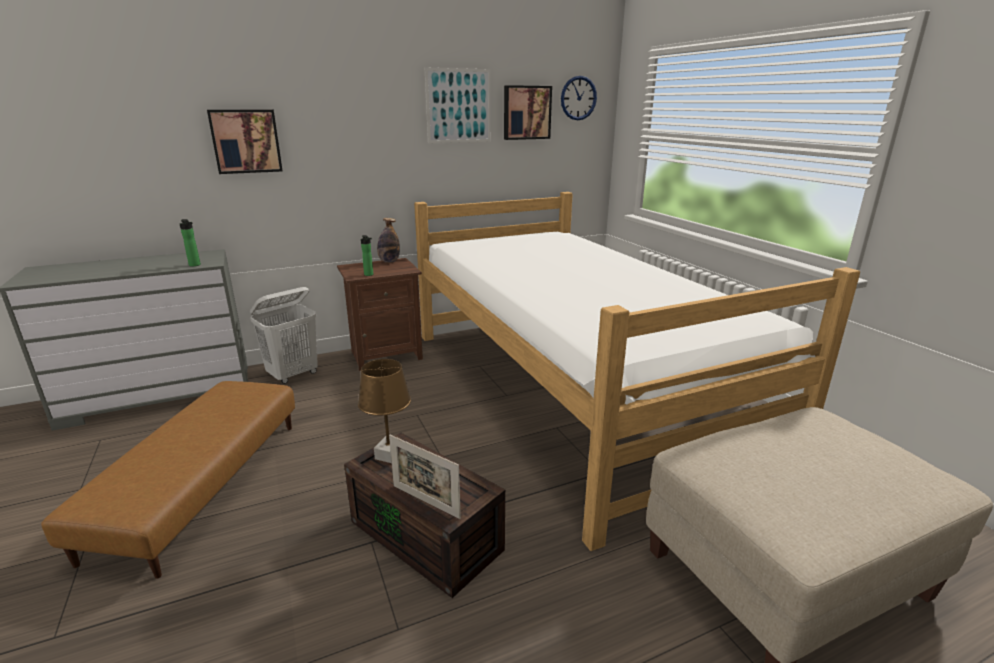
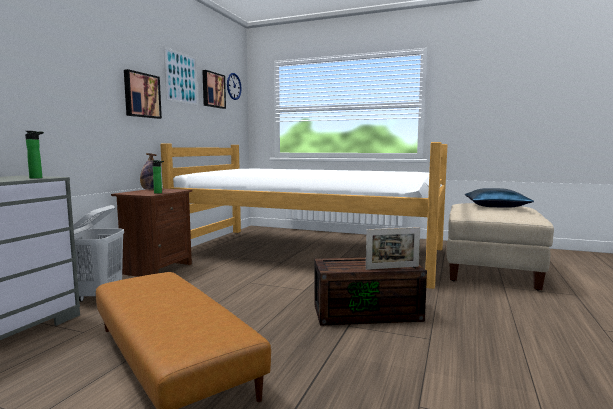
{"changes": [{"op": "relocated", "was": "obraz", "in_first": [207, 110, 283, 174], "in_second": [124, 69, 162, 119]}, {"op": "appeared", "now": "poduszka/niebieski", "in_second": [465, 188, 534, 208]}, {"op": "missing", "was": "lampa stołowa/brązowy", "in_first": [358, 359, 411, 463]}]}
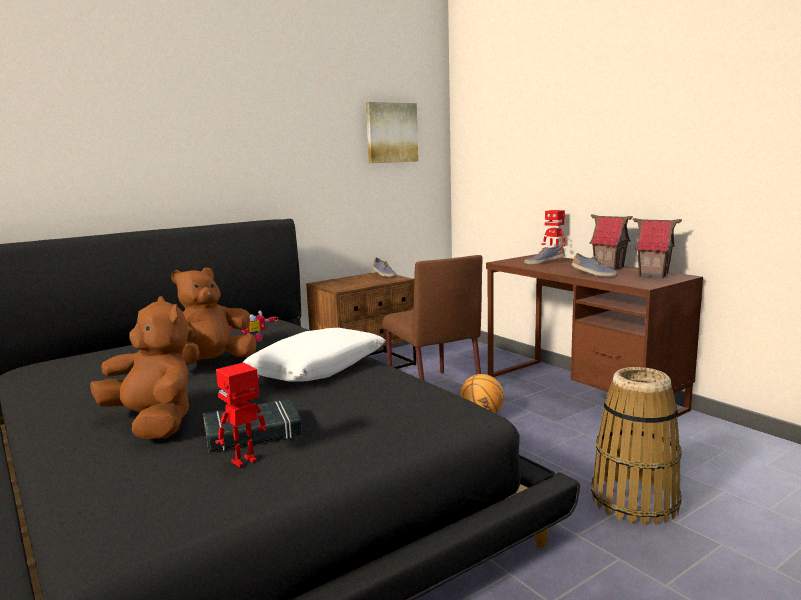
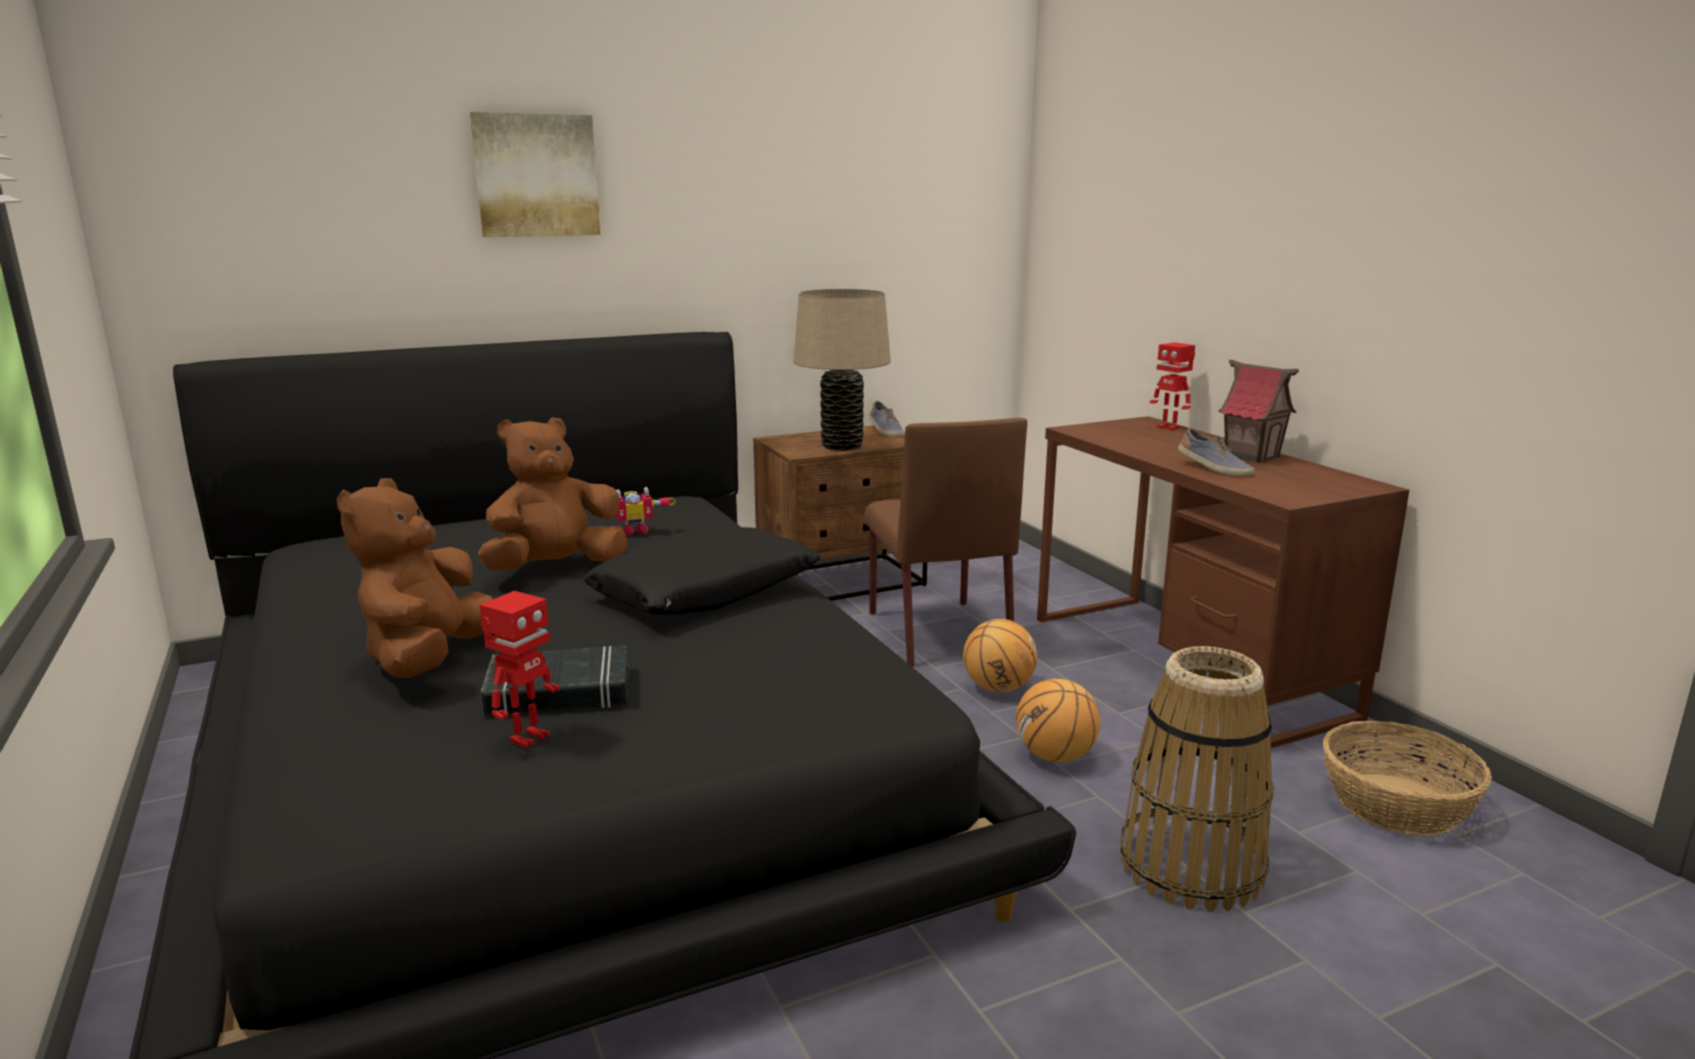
{"changes": [{"op": "spun", "was": "pluszak/brązowy", "in_first": [90, 296, 189, 440], "in_second": [337, 478, 493, 678], "clockwise": -135}, {"op": "relocated", "was": "obraz", "in_first": [366, 102, 418, 163], "in_second": [470, 112, 600, 237]}, {"op": "spun", "was": "robot zabawkowy", "in_first": [215, 362, 266, 467], "in_second": [480, 591, 560, 748], "clockwise": 150}, {"op": "colour", "was": "poduszka/biały", "now": "poduszka/czarny", "in_first": [242, 328, 386, 382], "in_second": [583, 527, 821, 615]}, {"op": "appeared", "now": "lampa stołowa/beżowy", "in_second": [793, 289, 891, 451]}, {"op": "appeared", "now": "piłka do koszykówki", "in_second": [1016, 679, 1100, 763]}, {"op": "appeared", "now": "koszyk", "in_second": [1323, 721, 1492, 836]}, {"op": "missing", "was": "but", "in_first": [524, 244, 565, 264]}, {"op": "missing", "was": "domek", "in_first": [633, 218, 682, 278]}]}
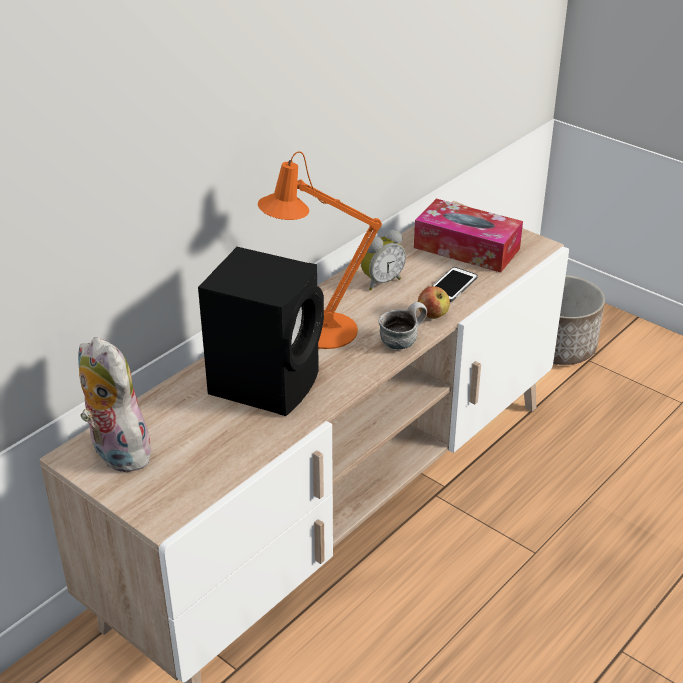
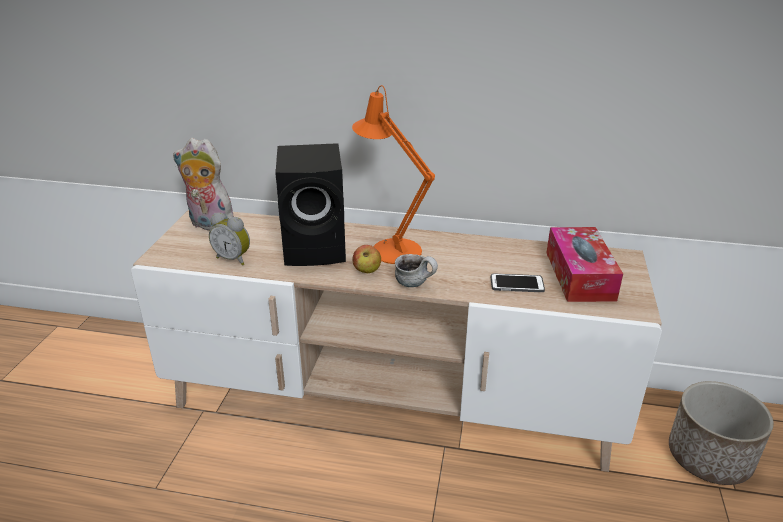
{"changes": [{"op": "spun", "was": "pluszak", "in_first": [78, 337, 155, 472], "in_second": [173, 138, 234, 231], "clockwise": -90}, {"op": "relocated", "was": "budzik", "in_first": [361, 230, 406, 290], "in_second": [209, 213, 250, 266]}, {"op": "relocated", "was": "jabłko", "in_first": [418, 286, 450, 319], "in_second": [352, 245, 381, 273]}]}
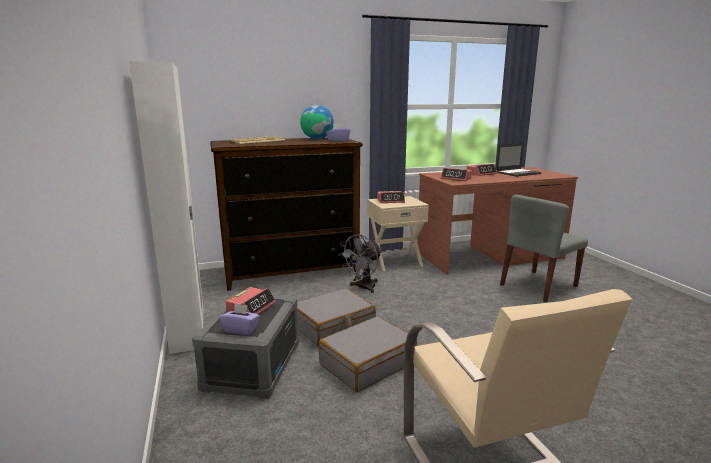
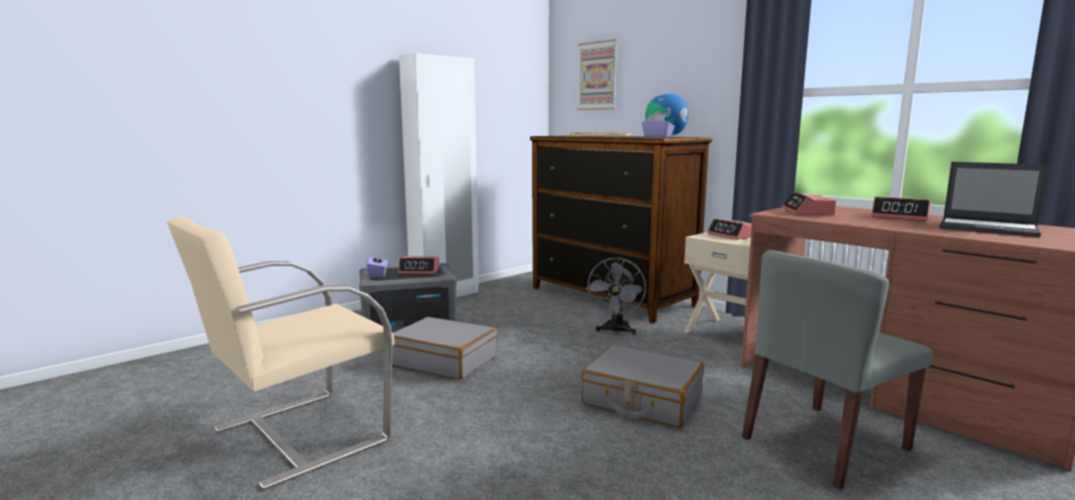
{"changes": [{"op": "appeared", "now": "obraz", "in_second": [577, 39, 618, 110]}, {"op": "relocated", "was": "walizka/szary", "in_first": [297, 288, 376, 347], "in_second": [581, 345, 704, 428]}, {"op": "spun", "was": "wentylator/szary", "in_first": [339, 234, 382, 293], "in_second": [586, 257, 646, 335], "clockwise": -90}, {"op": "spun", "was": "krzesło/szary", "in_first": [500, 194, 588, 302], "in_second": [742, 250, 933, 490], "clockwise": -60}]}
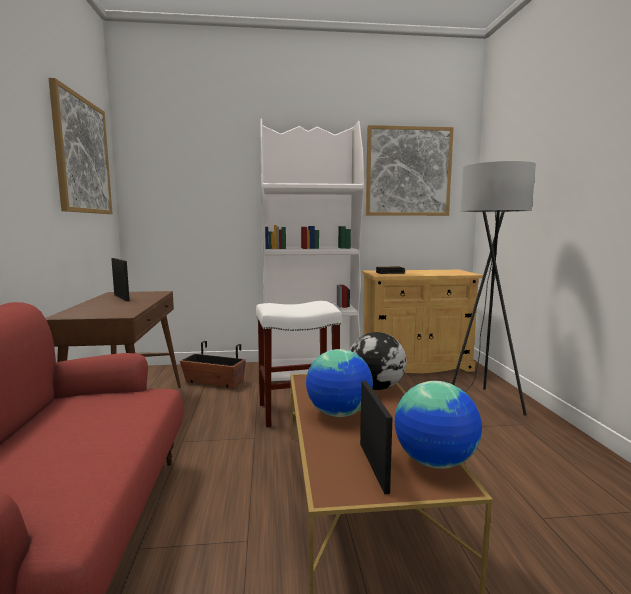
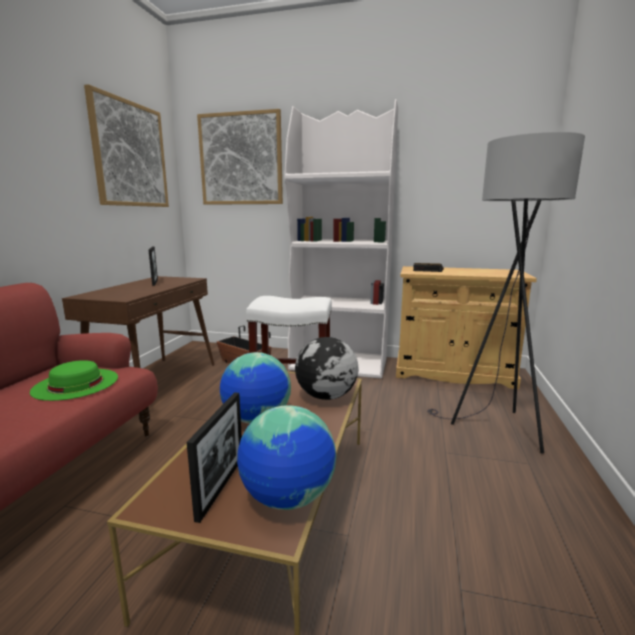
{"changes": [{"op": "appeared", "now": "kapelusz/zielony", "in_second": [30, 360, 118, 401]}, {"op": "relocated", "was": "obraz", "in_first": [366, 125, 454, 216], "in_second": [197, 109, 283, 205]}]}
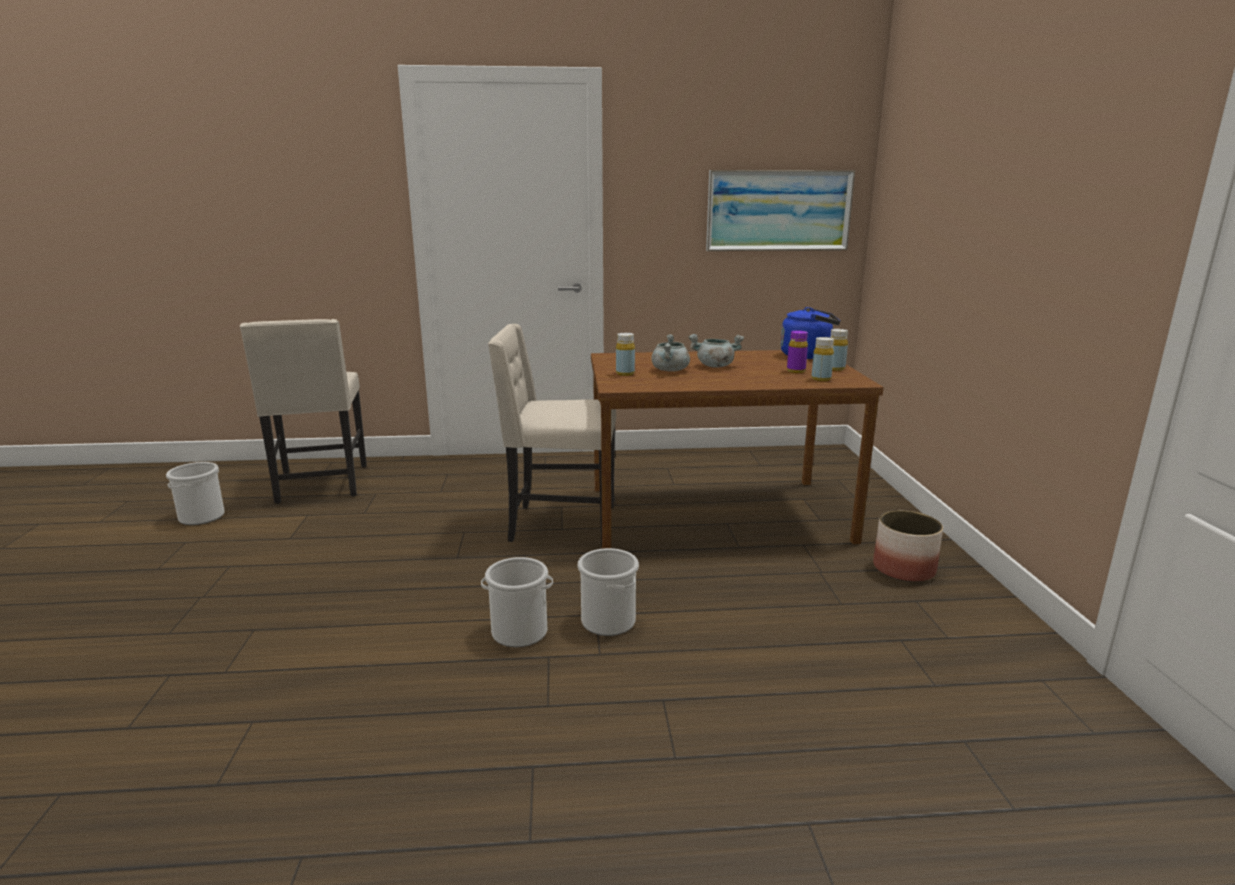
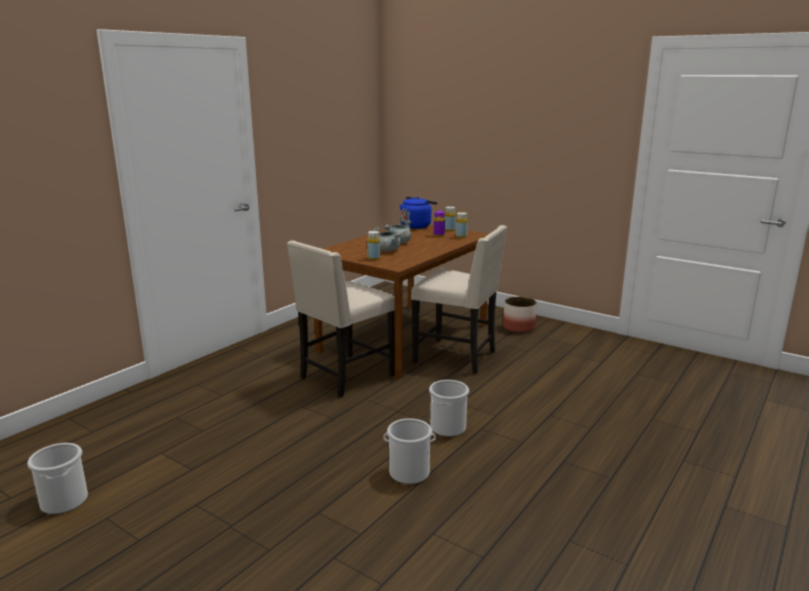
{"changes": [{"op": "relocated", "was": "wiadro", "in_first": [578, 548, 639, 636], "in_second": [384, 418, 436, 484]}, {"op": "relocated", "was": "krzesło/beżowy", "in_first": [239, 319, 367, 504], "in_second": [411, 225, 507, 374]}, {"op": "missing", "was": "obraz", "in_first": [706, 170, 855, 251]}]}
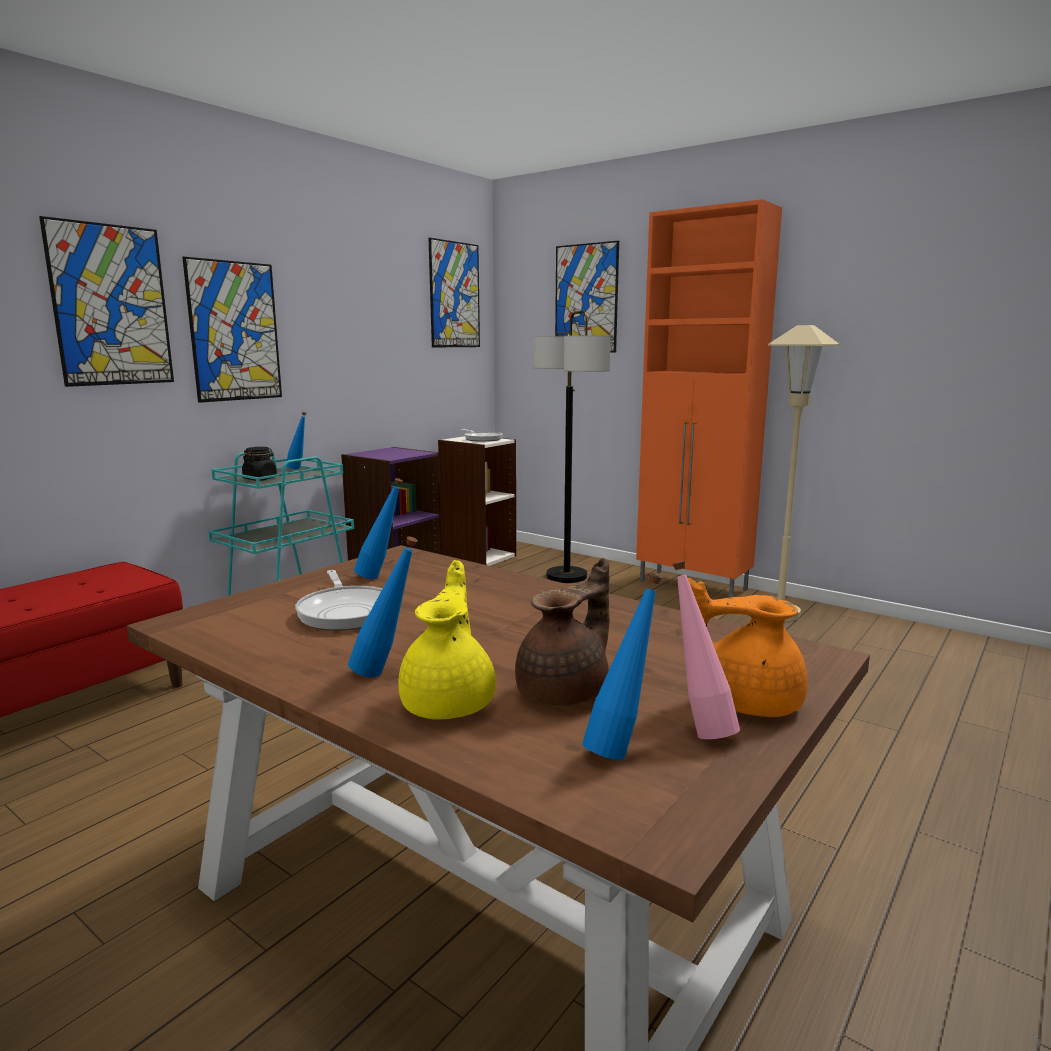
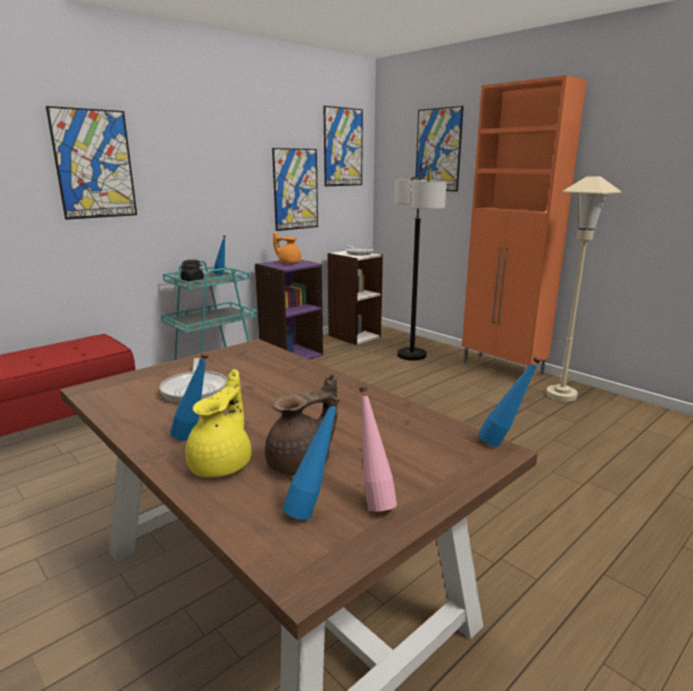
{"changes": [{"op": "relocated", "was": "obraz", "in_first": [182, 257, 282, 403], "in_second": [272, 148, 318, 231]}, {"op": "relocated", "was": "imbryk/pomarańczowy", "in_first": [688, 578, 808, 717], "in_second": [273, 232, 301, 264]}, {"op": "relocated", "was": "butelka/niebieski", "in_first": [354, 478, 402, 579], "in_second": [478, 356, 541, 447]}]}
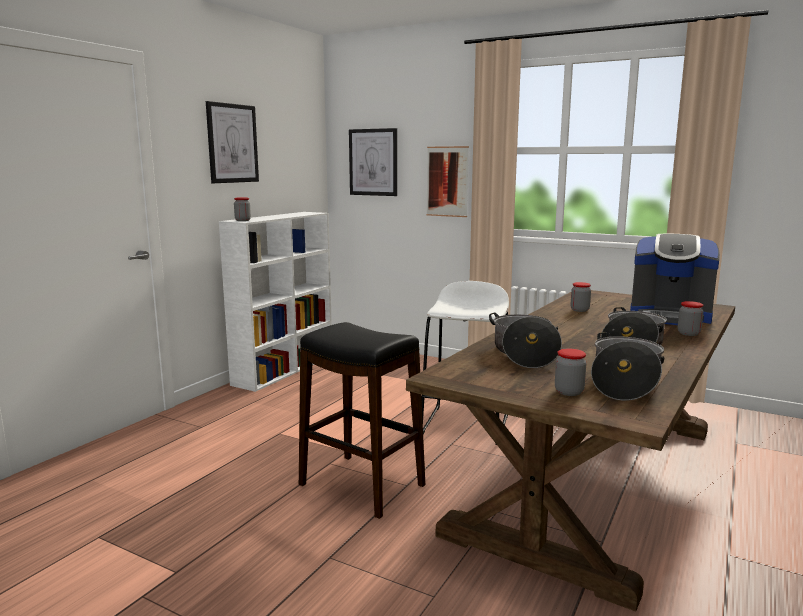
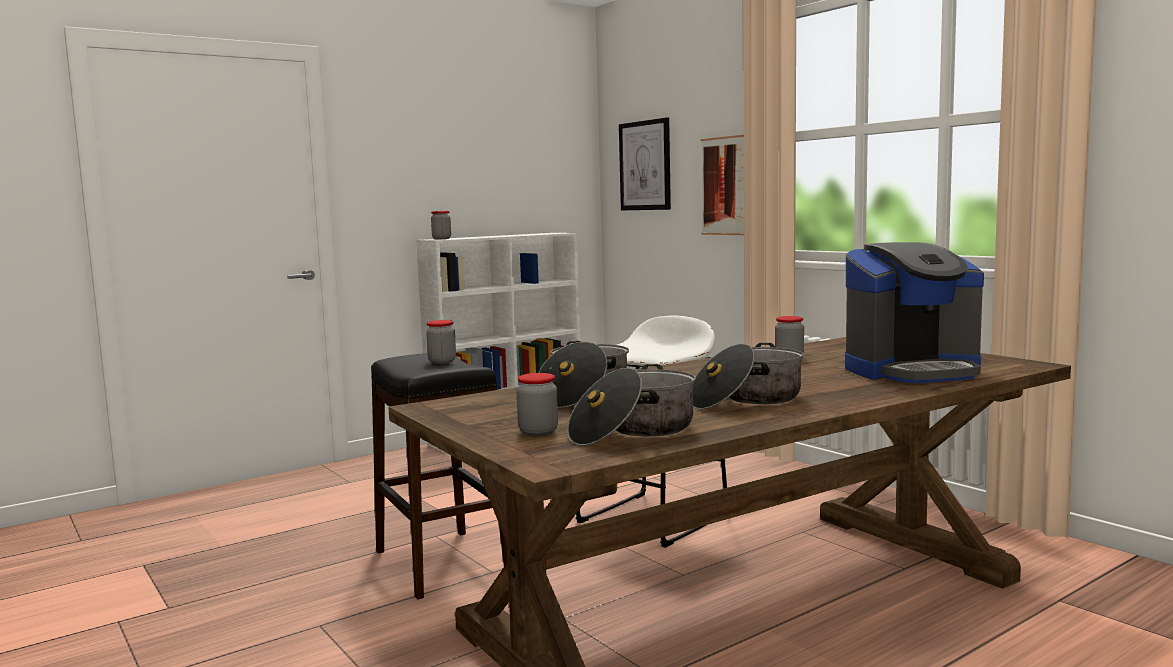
{"changes": [{"op": "relocated", "was": "słoik", "in_first": [678, 301, 704, 336], "in_second": [426, 320, 456, 364]}, {"op": "spun", "was": "ekspres do kawy", "in_first": [630, 234, 720, 325], "in_second": [845, 242, 984, 384], "clockwise": -60}, {"op": "missing", "was": "obraz", "in_first": [206, 101, 259, 183]}]}
